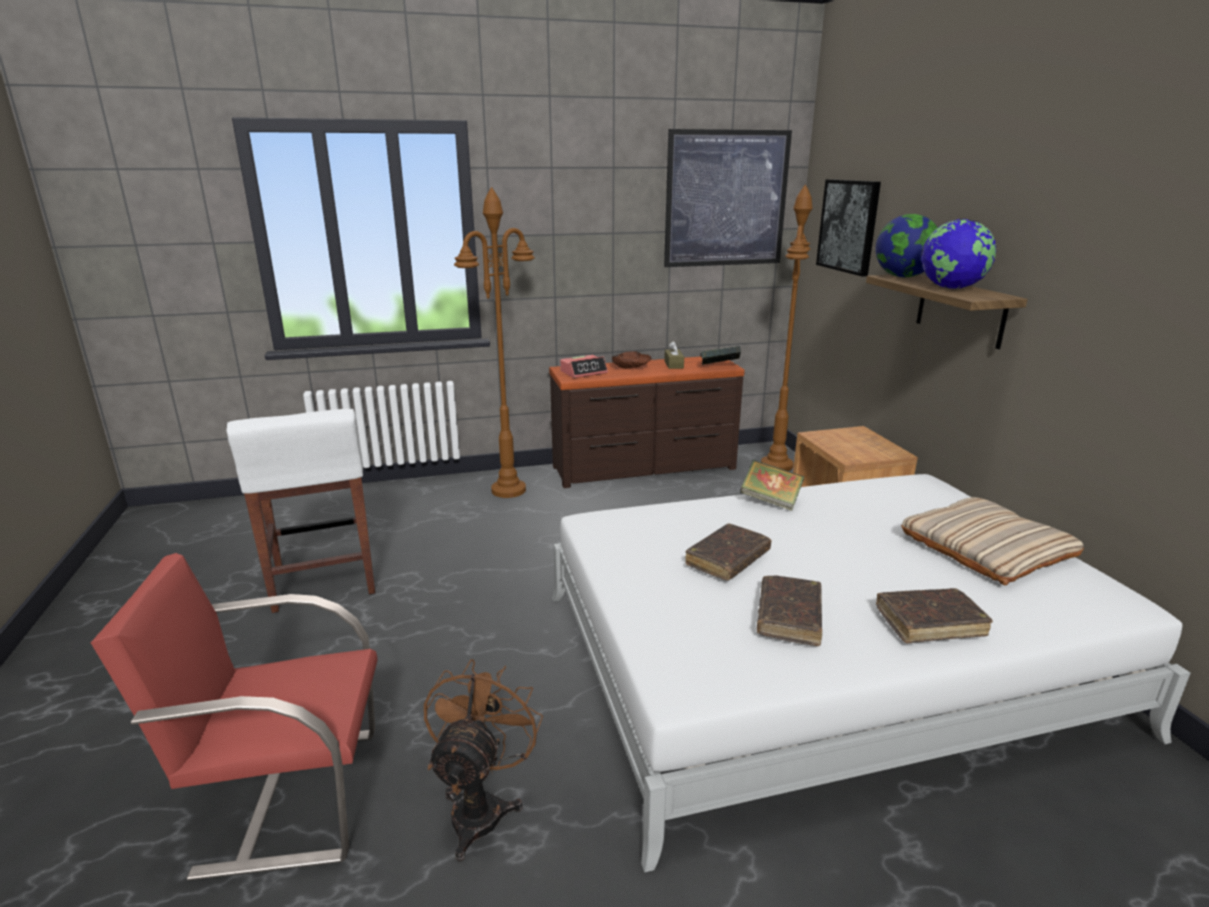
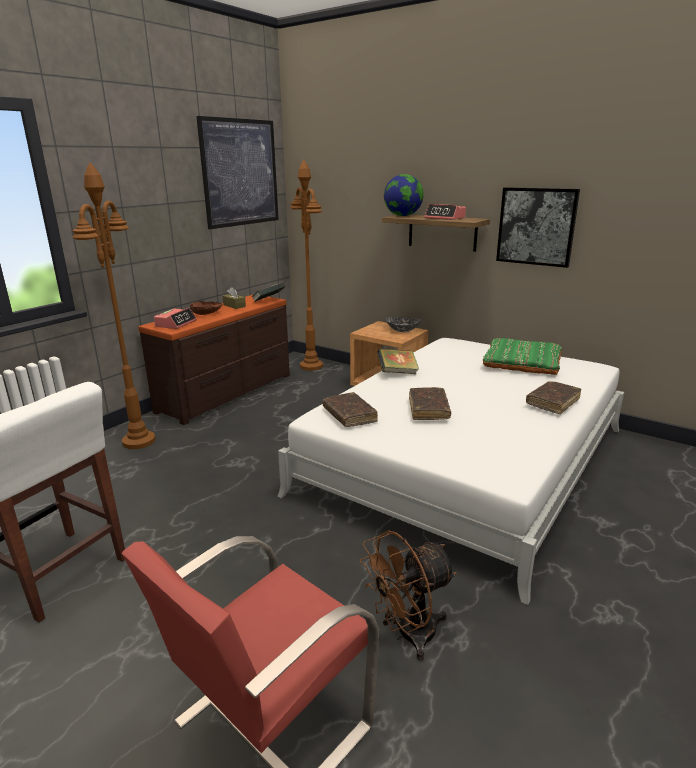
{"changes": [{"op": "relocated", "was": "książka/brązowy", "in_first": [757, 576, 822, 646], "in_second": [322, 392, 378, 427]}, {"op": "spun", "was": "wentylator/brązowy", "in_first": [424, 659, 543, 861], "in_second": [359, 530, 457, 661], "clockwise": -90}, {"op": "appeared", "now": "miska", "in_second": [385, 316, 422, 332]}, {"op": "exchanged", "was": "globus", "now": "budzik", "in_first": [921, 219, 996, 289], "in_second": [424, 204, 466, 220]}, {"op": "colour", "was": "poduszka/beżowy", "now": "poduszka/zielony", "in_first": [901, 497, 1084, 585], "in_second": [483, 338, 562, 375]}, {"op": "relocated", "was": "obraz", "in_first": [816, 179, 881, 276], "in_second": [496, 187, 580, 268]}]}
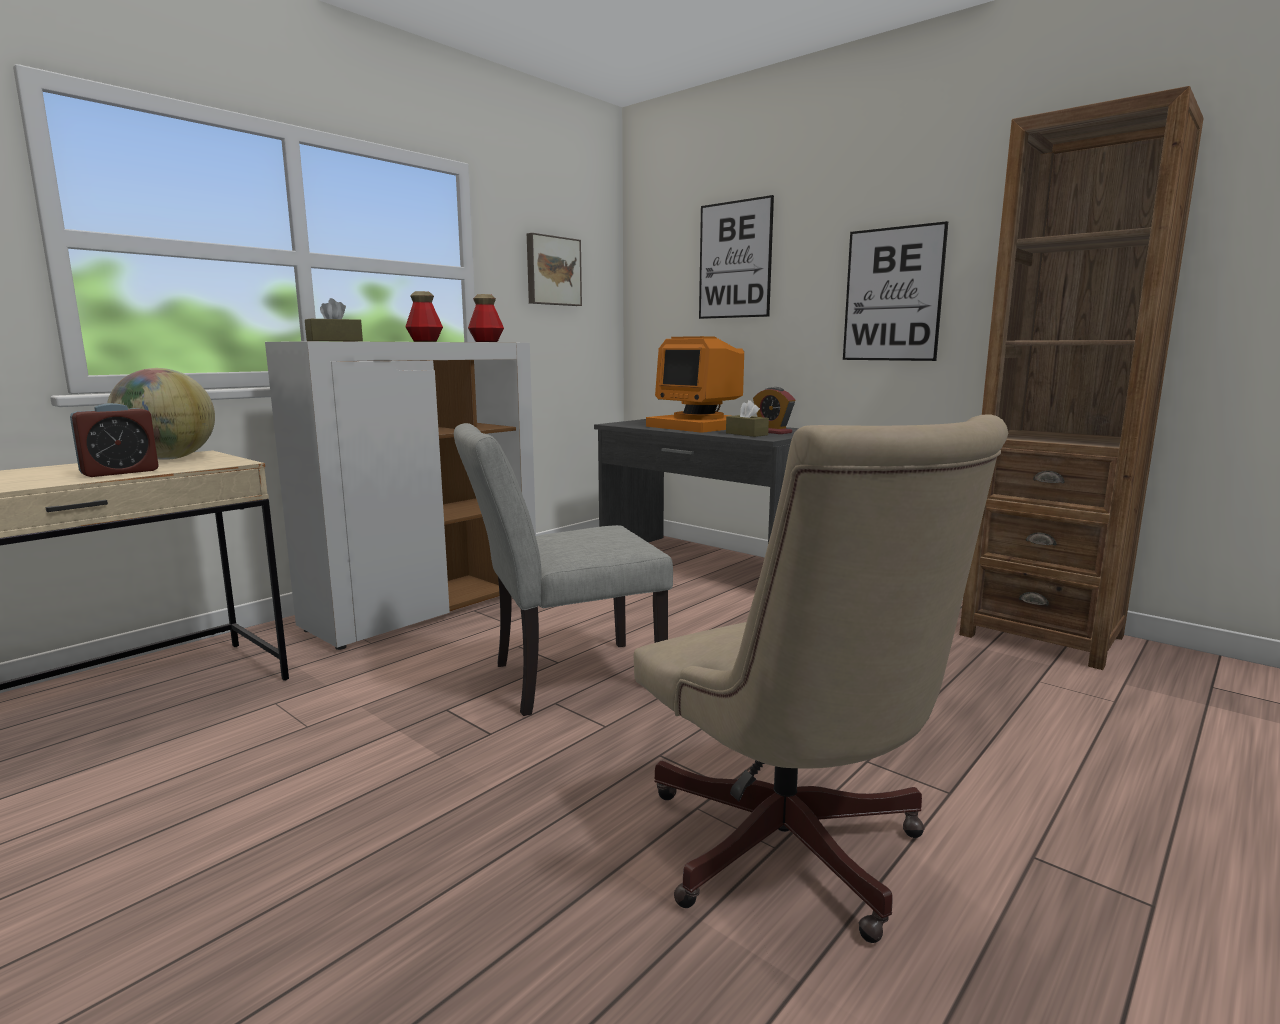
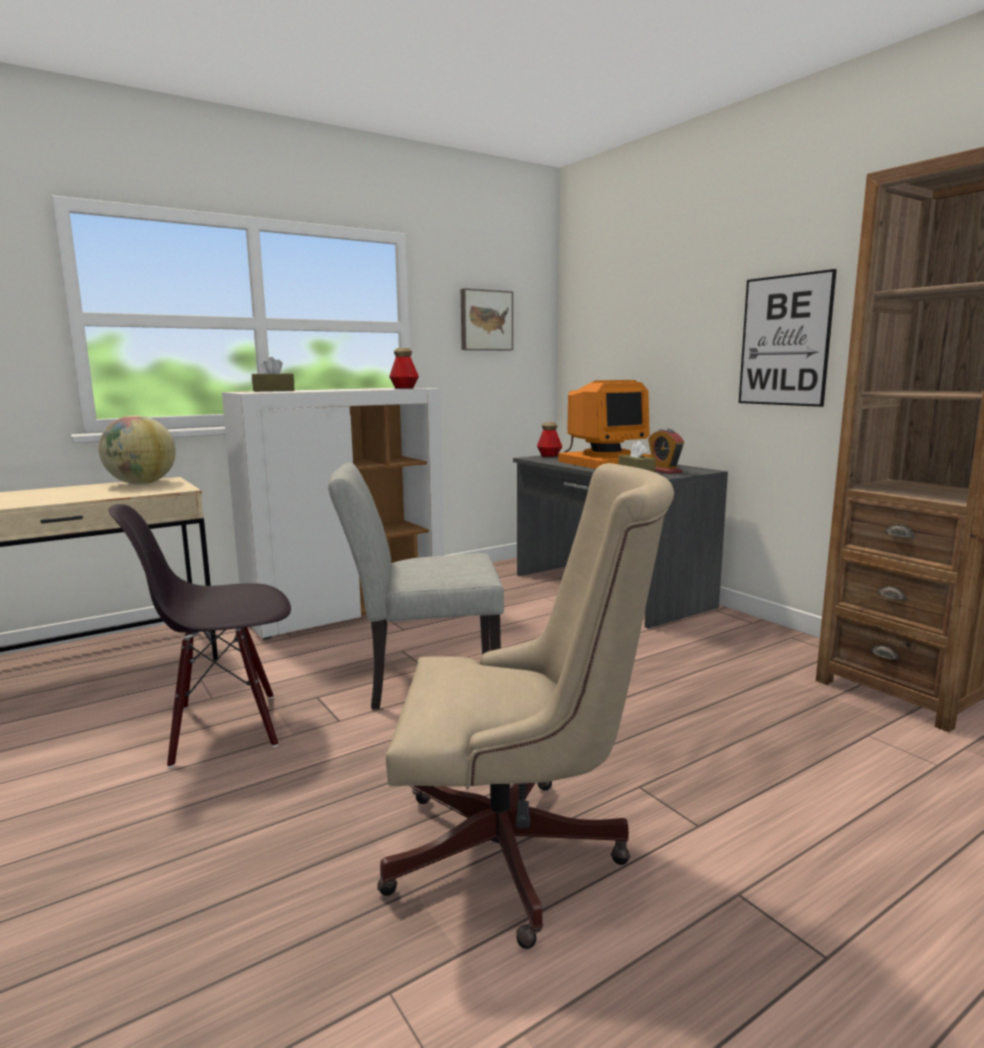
{"changes": [{"op": "appeared", "now": "krzesło/czarny", "in_second": [108, 504, 291, 768]}, {"op": "spun", "was": "krzesło biurowe/beżowy", "in_first": [634, 414, 1008, 943], "in_second": [377, 463, 674, 949], "clockwise": -75}, {"op": "relocated", "was": "butelka", "in_first": [405, 291, 443, 342], "in_second": [537, 422, 562, 457]}, {"op": "spun", "was": "monitor", "in_first": [646, 336, 744, 433], "in_second": [558, 380, 652, 469], "clockwise": -90}, {"op": "missing", "was": "budzik", "in_first": [70, 403, 159, 477]}, {"op": "missing", "was": "obraz", "in_first": [699, 195, 774, 319]}]}
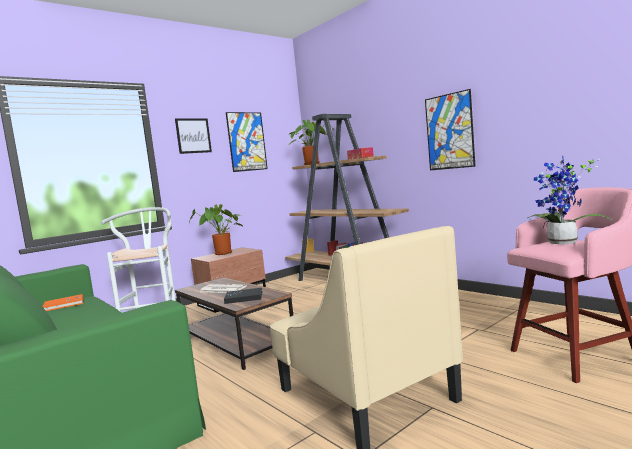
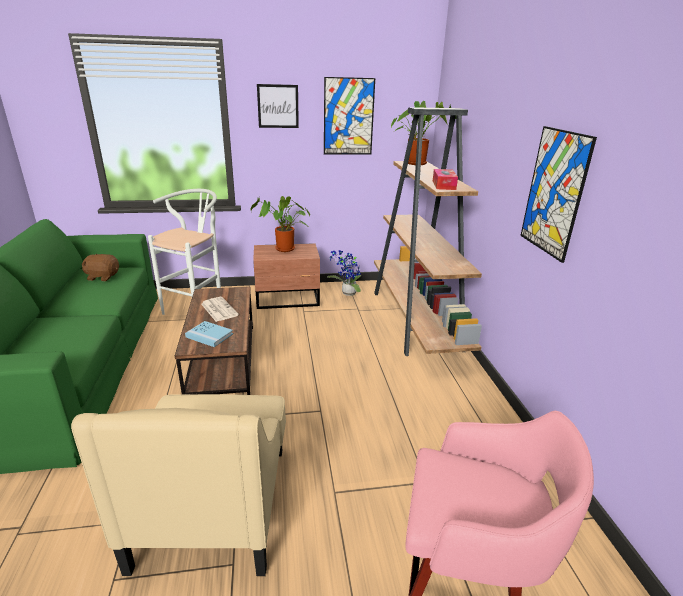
{"changes": [{"op": "exchanged", "was": "książka/pomarańczowy", "now": "pluszak/brązowy", "in_first": [43, 294, 83, 311], "in_second": [82, 253, 119, 281]}, {"op": "colour", "was": "książka/czarny", "now": "książka/niebieski", "in_first": [224, 288, 262, 304], "in_second": [185, 321, 233, 347]}, {"op": "relocated", "was": "roślina doniczkowa", "in_first": [528, 155, 614, 244], "in_second": [327, 250, 361, 296]}]}
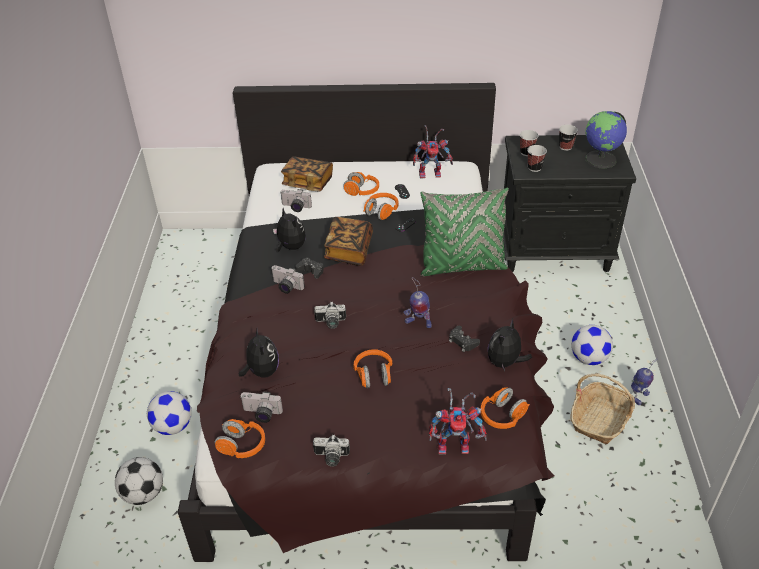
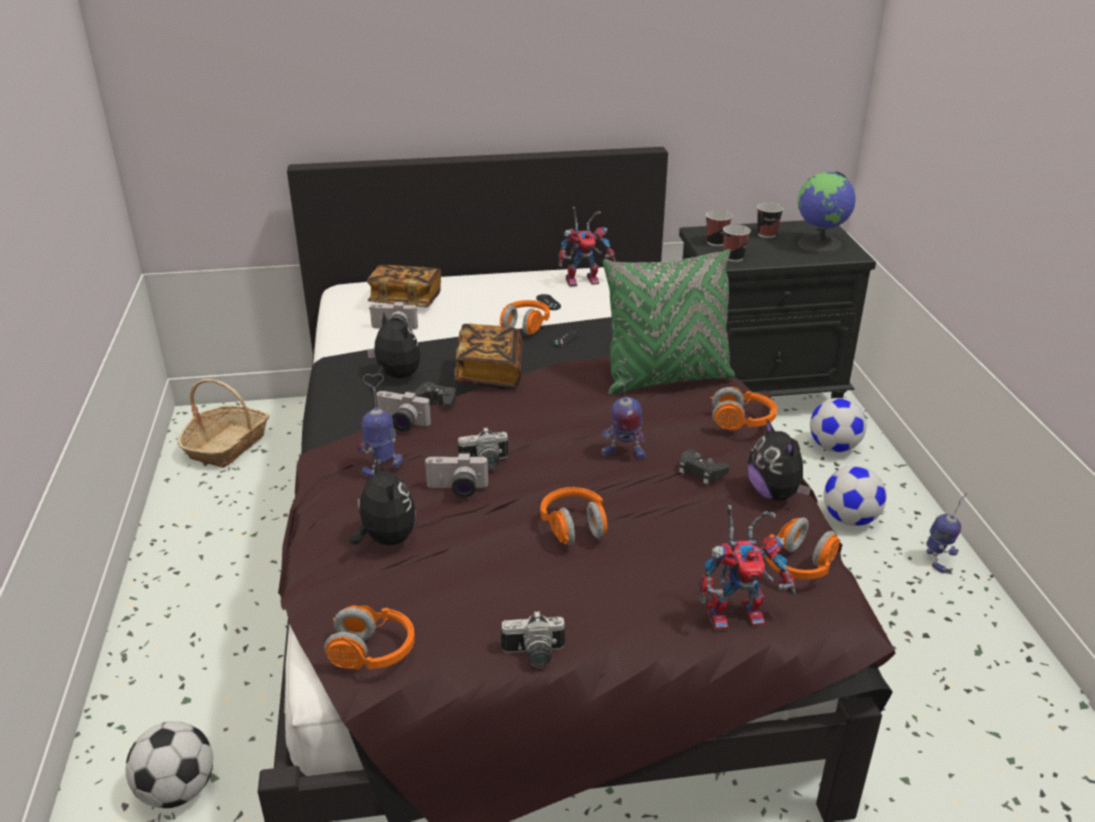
{"changes": [{"op": "relocated", "was": "koszyk", "in_first": [570, 373, 635, 444], "in_second": [178, 379, 269, 468]}, {"op": "appeared", "now": "robot zabawkowy", "in_second": [357, 374, 403, 477]}, {"op": "relocated", "was": "aparat fotograficzny", "in_first": [240, 392, 283, 423], "in_second": [424, 452, 489, 498]}, {"op": "relocated", "was": "słuchawki/pomarańczowy", "in_first": [343, 172, 379, 196], "in_second": [711, 387, 777, 430]}, {"op": "spun", "was": "pluszak", "in_first": [488, 318, 532, 371], "in_second": [748, 419, 811, 501], "clockwise": -45}, {"op": "relocated", "was": "piłka futbolowa", "in_first": [147, 391, 192, 435], "in_second": [810, 398, 867, 452]}]}
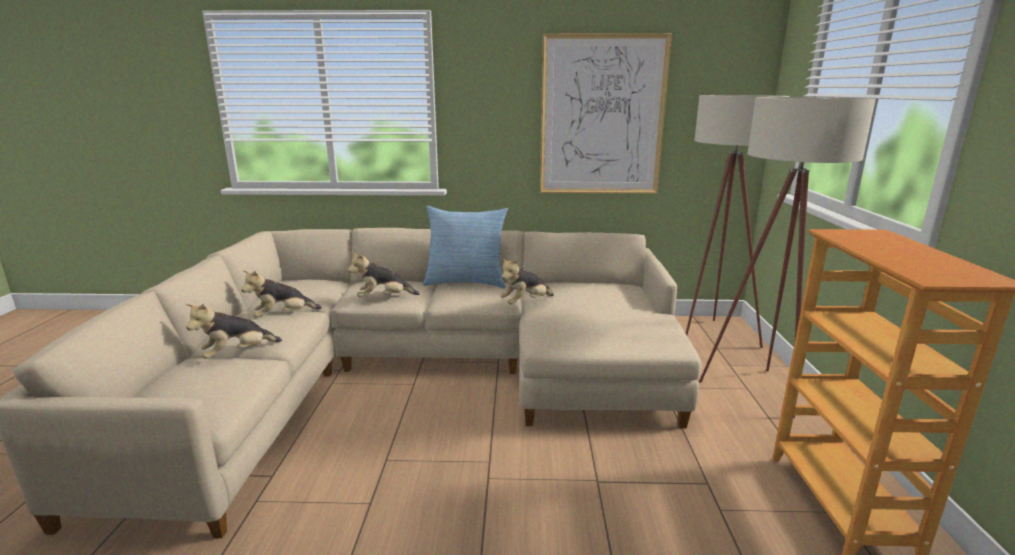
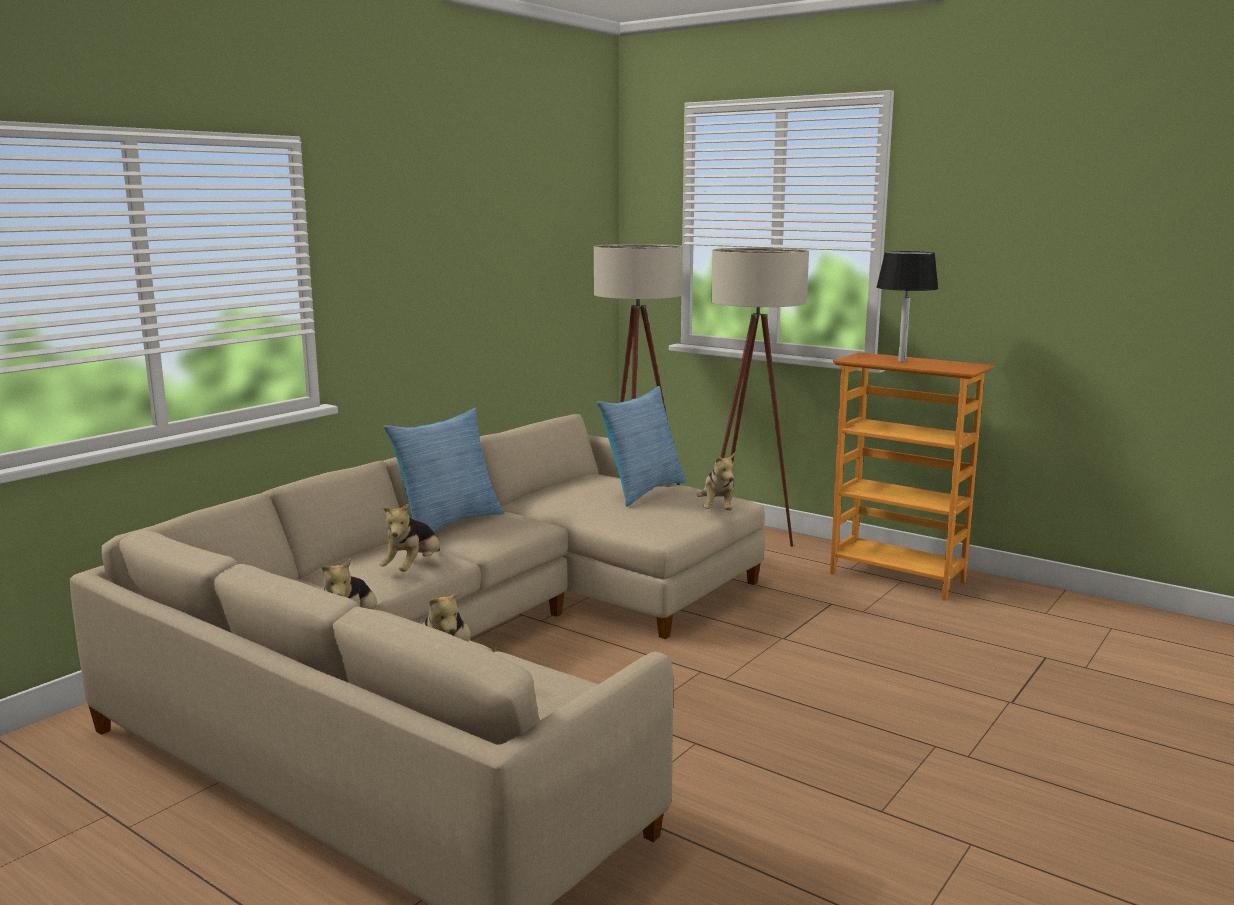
{"changes": [{"op": "appeared", "now": "poduszka", "in_second": [597, 386, 687, 507]}, {"op": "relocated", "was": "pluszak", "in_first": [500, 258, 554, 304], "in_second": [696, 452, 735, 510]}, {"op": "appeared", "now": "lampa stołowa/czarny", "in_second": [876, 251, 939, 362]}, {"op": "missing", "was": "obraz", "in_first": [540, 33, 672, 194]}]}
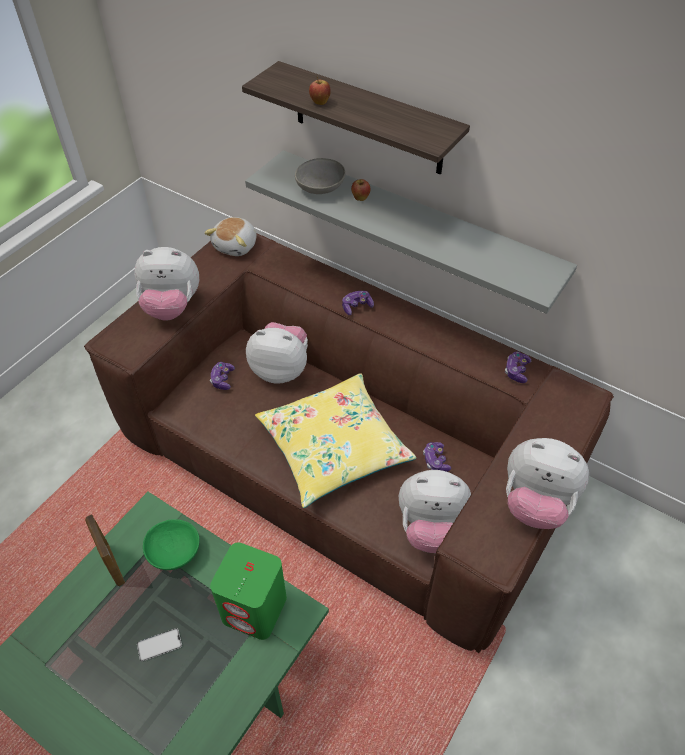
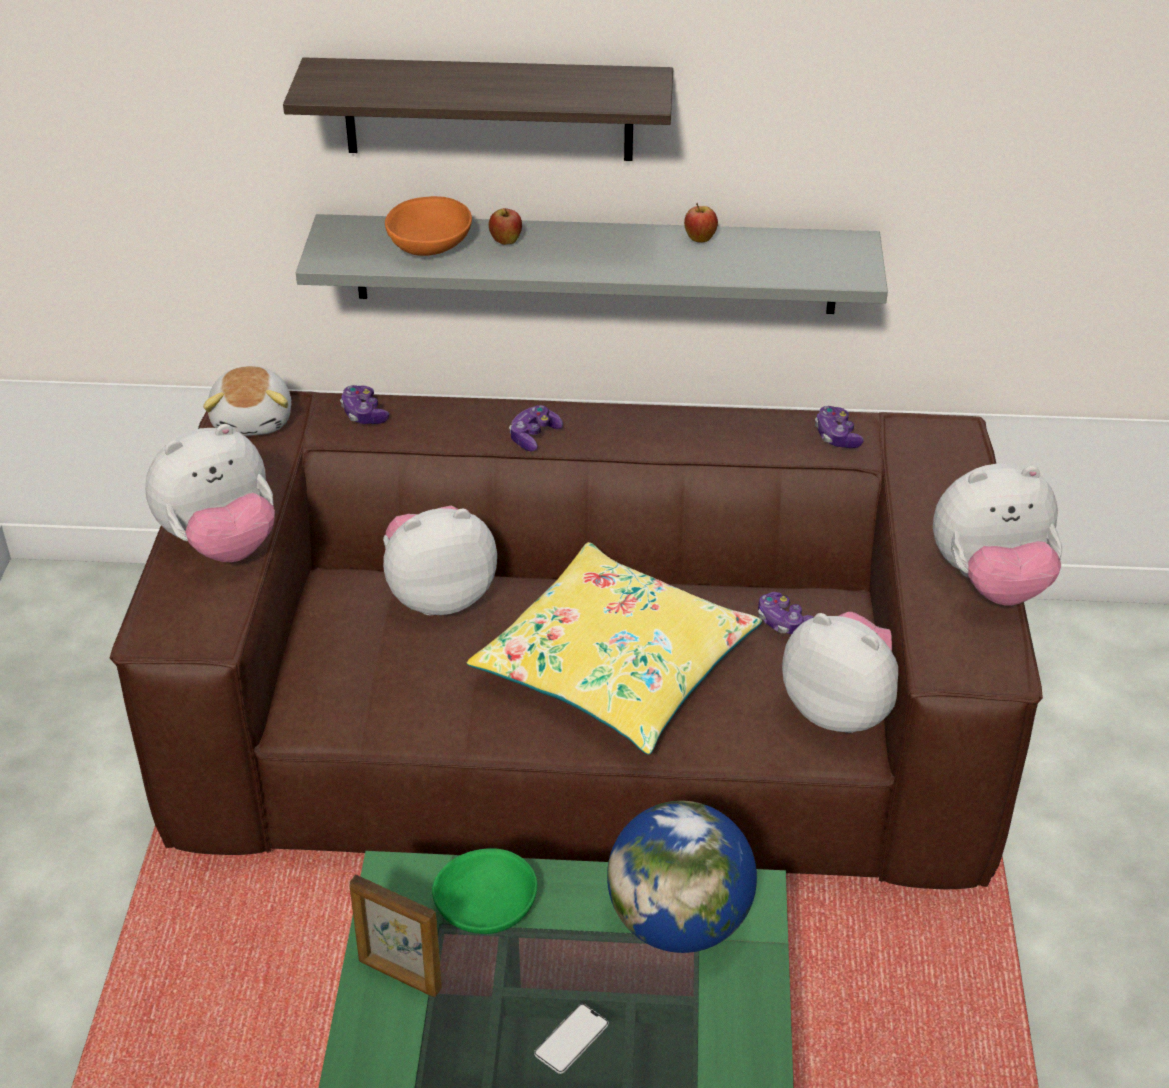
{"changes": [{"op": "relocated", "was": "pad do gier", "in_first": [210, 362, 235, 390], "in_second": [340, 385, 389, 424]}, {"op": "colour", "was": "miska/szary", "now": "miska/pomarańczowy", "in_first": [295, 158, 346, 194], "in_second": [385, 196, 472, 256]}, {"op": "exchanged", "was": "głośnik/zielony", "now": "globus", "in_first": [210, 542, 287, 640], "in_second": [607, 801, 757, 953]}, {"op": "relocated", "was": "jabłko", "in_first": [309, 76, 331, 105], "in_second": [684, 203, 718, 242]}, {"op": "spun", "was": "pluszak", "in_first": [399, 470, 471, 553], "in_second": [782, 612, 898, 733], "clockwise": -120}]}
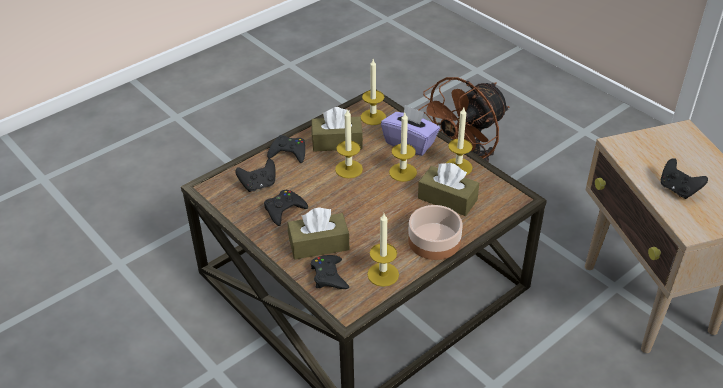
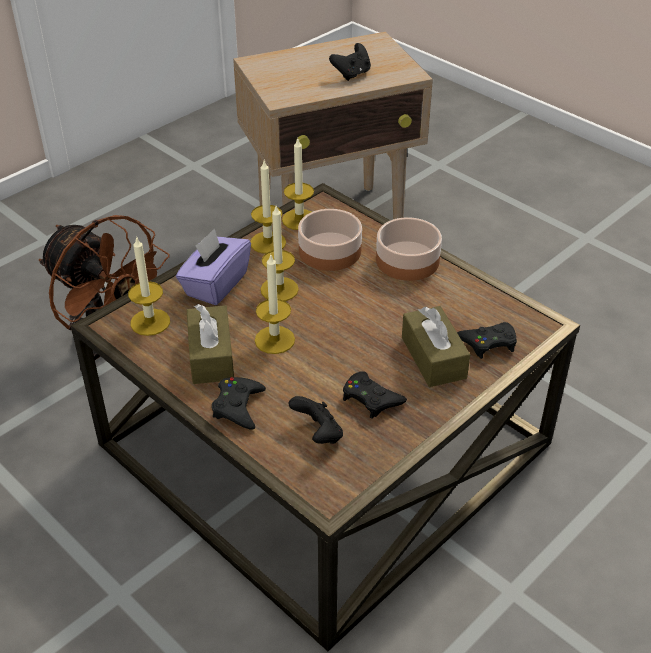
{"changes": [{"op": "relocated", "was": "świeca", "in_first": [367, 213, 399, 287], "in_second": [282, 139, 314, 230]}, {"op": "exchanged", "was": "pudełko chusteczek/brązowy", "now": "miska", "in_first": [418, 163, 479, 216], "in_second": [298, 209, 362, 271]}]}
